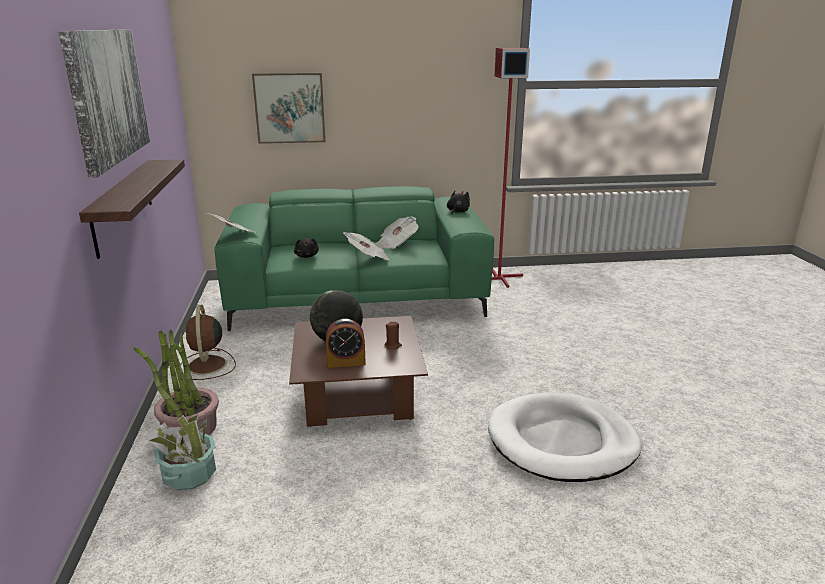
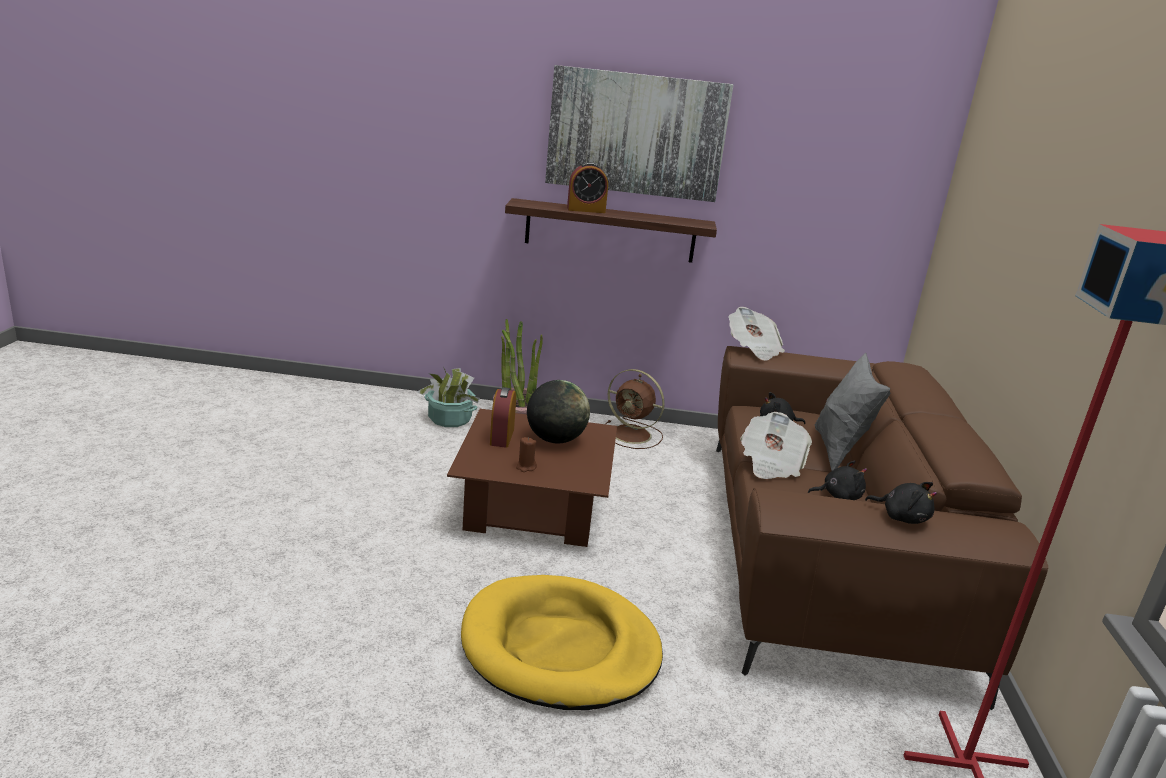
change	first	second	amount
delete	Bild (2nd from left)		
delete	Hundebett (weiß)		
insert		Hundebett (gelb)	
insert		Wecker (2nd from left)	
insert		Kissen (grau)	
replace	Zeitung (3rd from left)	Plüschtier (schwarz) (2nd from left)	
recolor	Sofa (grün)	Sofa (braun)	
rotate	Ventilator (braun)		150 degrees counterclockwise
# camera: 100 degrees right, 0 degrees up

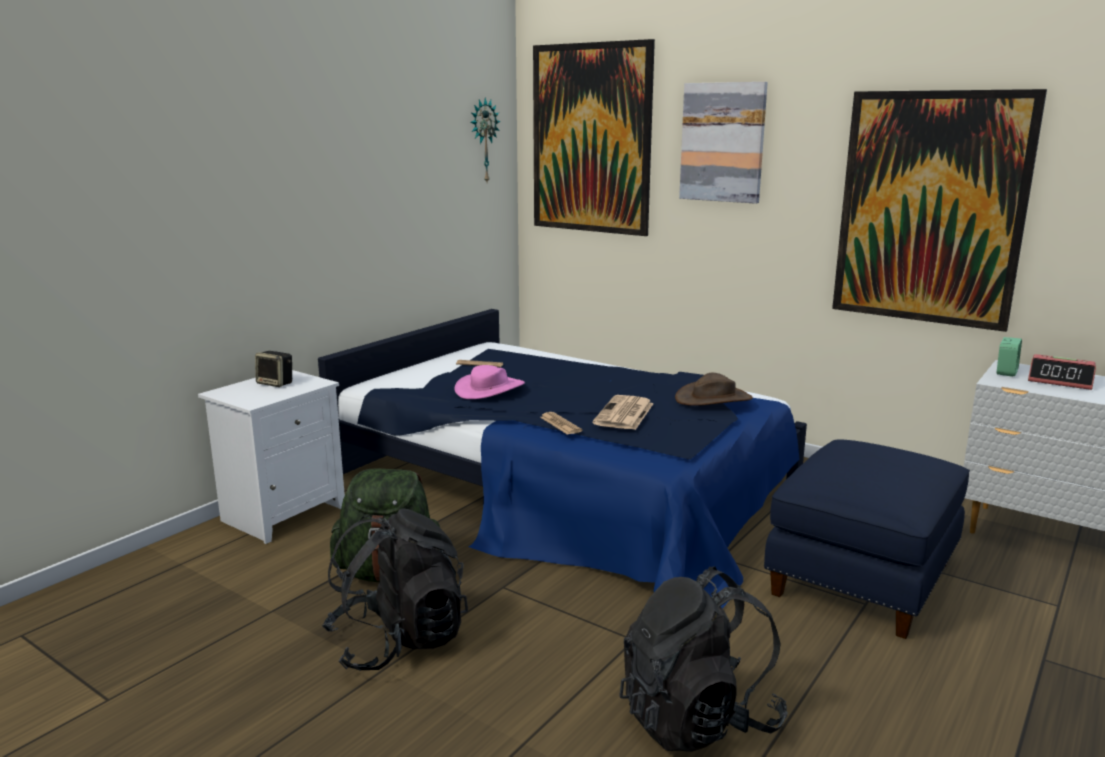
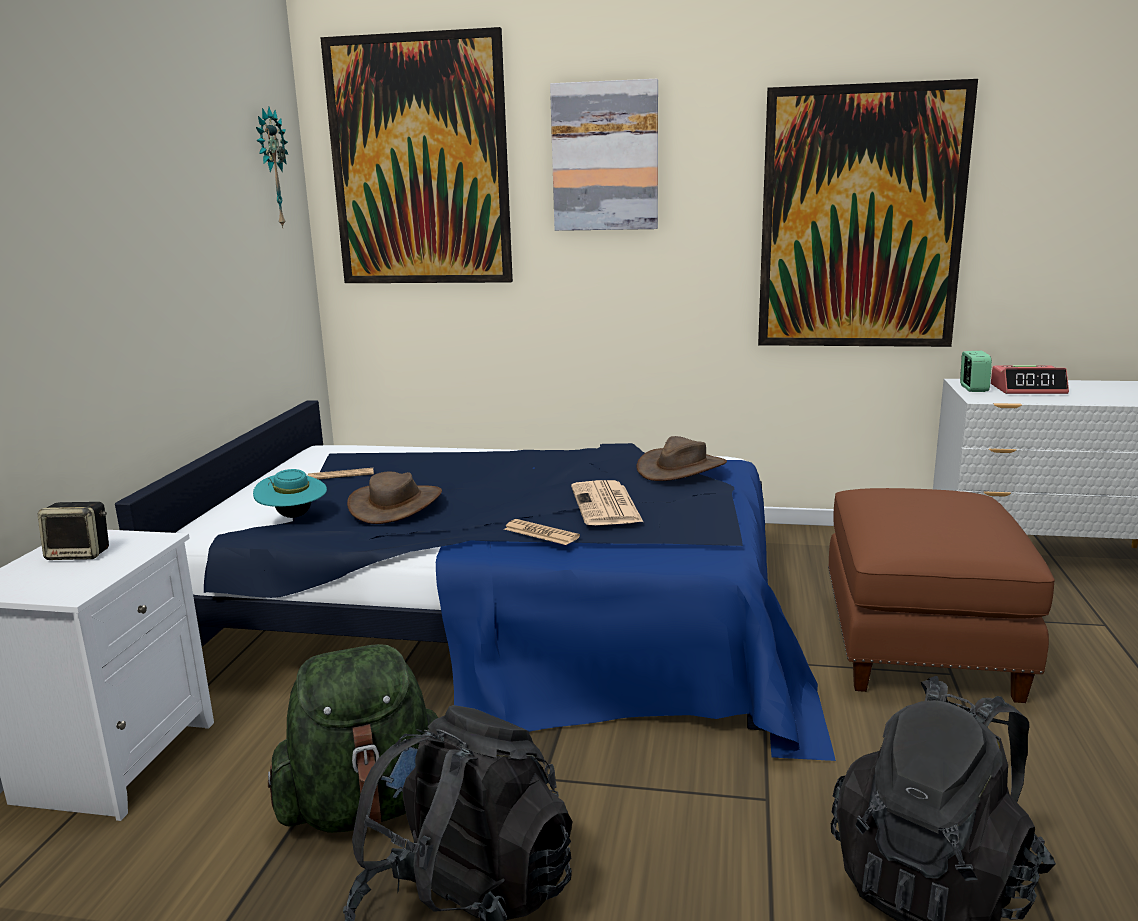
change	first	second	amount
insert		Hut (türkis)	
recolor	Hut (rosa)	Hut (braun) (1st from left)	
recolor	Polsterhocker (blau)	Polsterhocker (braun)	
# camera: 25 degrees left, 0 degrees up

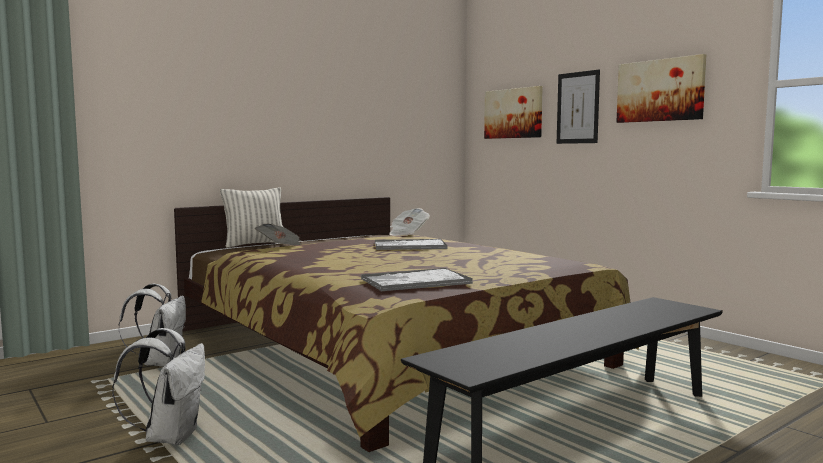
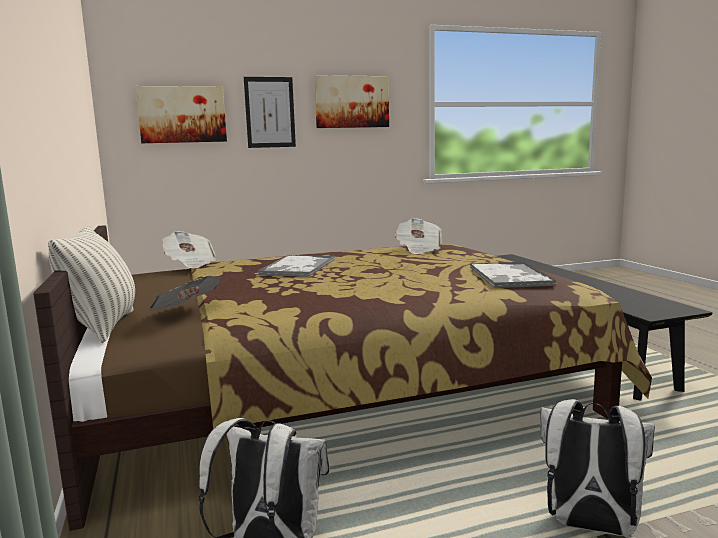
change	first	second	amount
insert		Zeitung (3rd from left)	
# camera: 70 degrees left, 5 degrees up

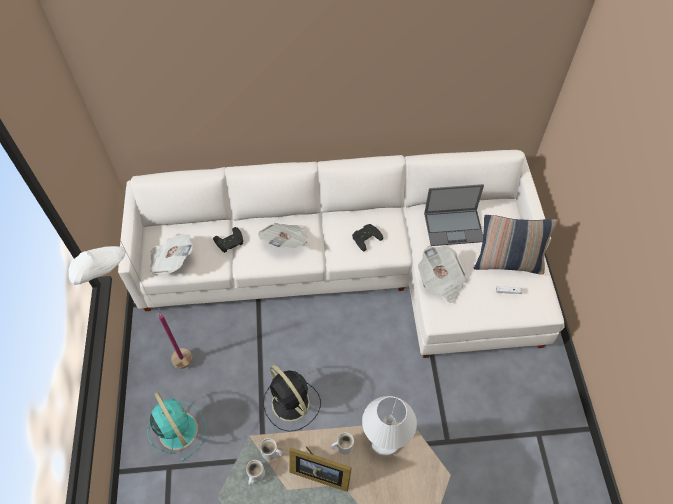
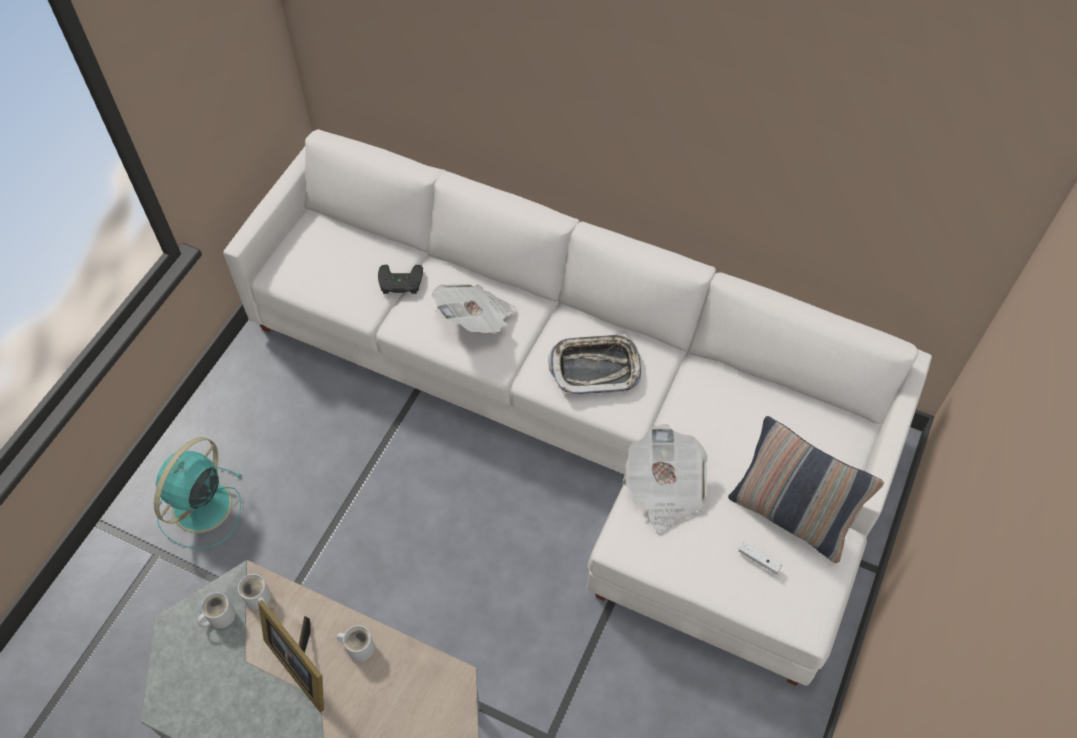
change	first	second	amount
delete	Stehlampe (weiß)		
delete	Zeitung (1st from left)		
delete	Ventilator (schwarz)		
delete	Tischlampe (weiß)		
delete	Laptop		
replace	Gamepad (schwarz) (2nd from left)	Tablett	
rotate	Ventilator (türkis)		150 degrees counterclockwise
# camera: 30 degrees right, 0 degrees up

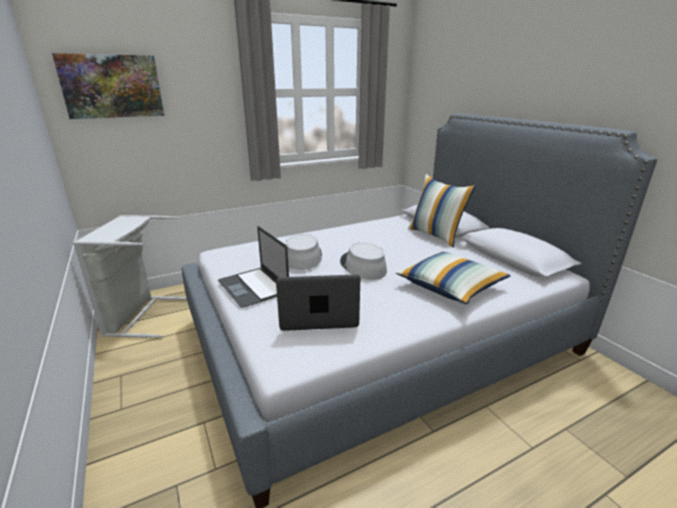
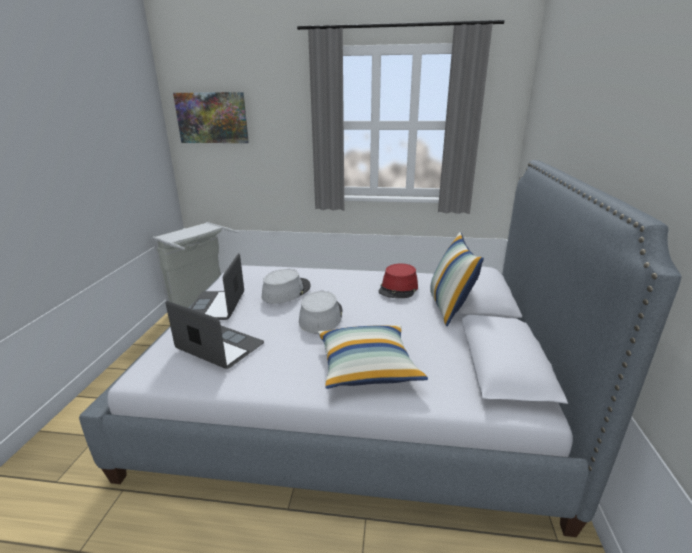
change	first	second	amount
insert		Hut (rot)	
# camera: 35 degrees right, 0 degrees up

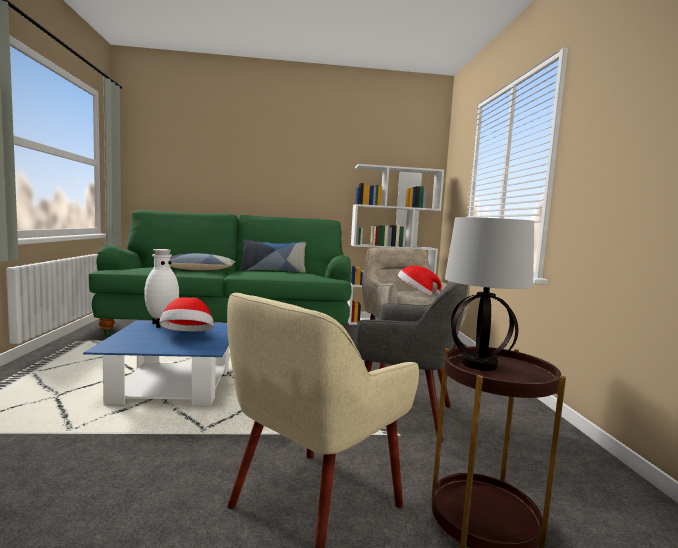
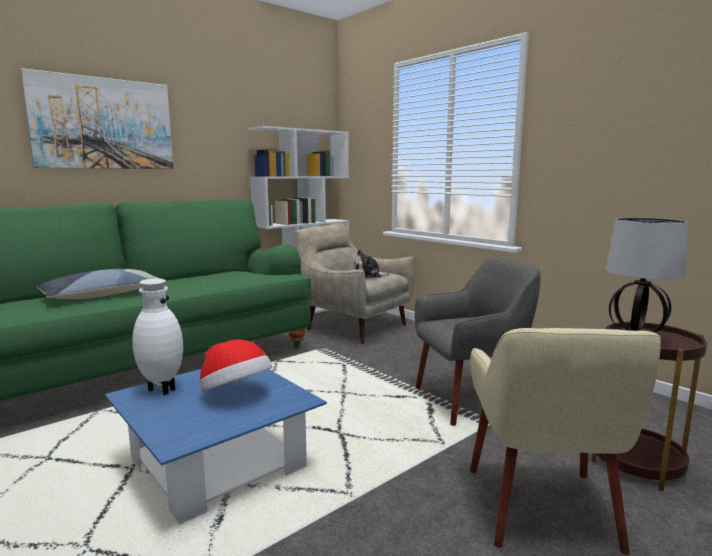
change	first	second	amount
delete	Kissen (2nd from left)		
insert		Bild	
replace	Hut (2nd from left)	Plüschtier	
# camera: 35 degrees left, 5 degrees up

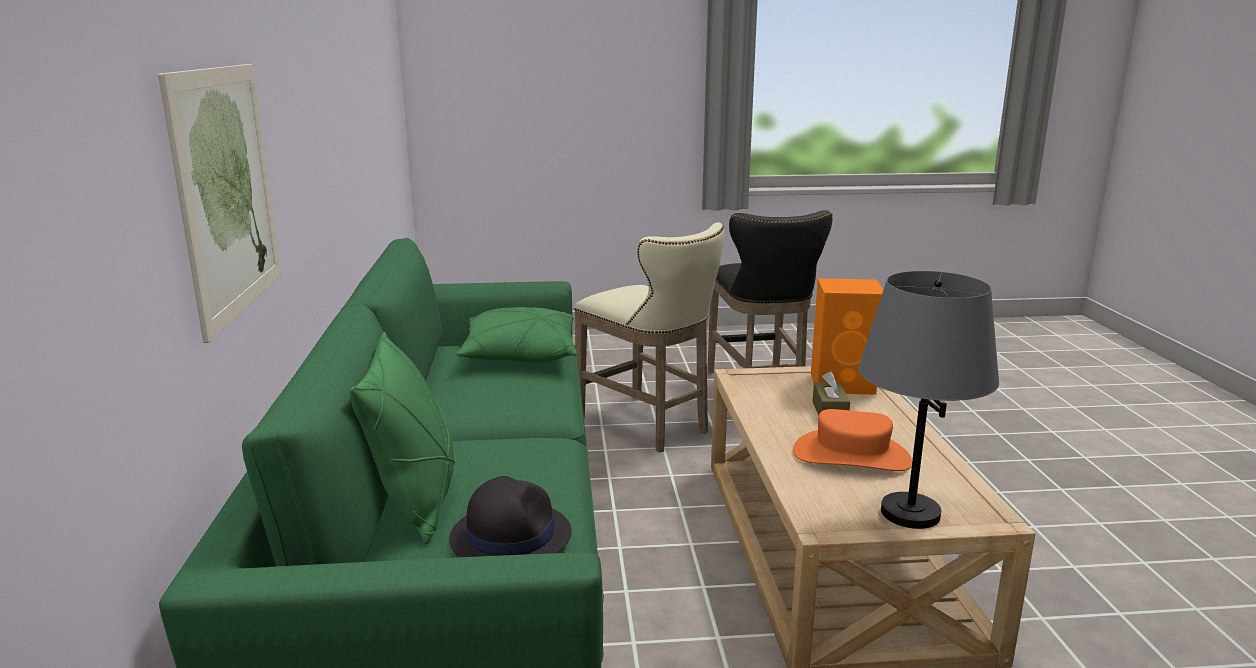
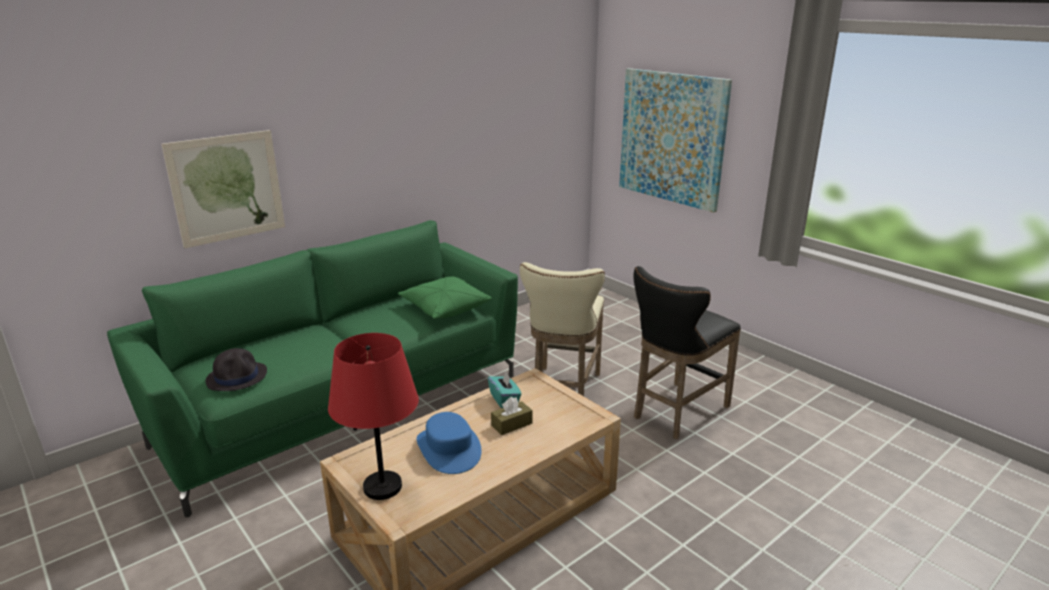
change	first	second	amount
delete	Kissen (grün) (1st from left)		
delete	Lautsprecher (orange)		
insert		Taschentuchbox (türkis)	
insert		Bild (2nd from left)	
recolor	Hut (orange)	Hut (blau)	
recolor	Tischlampe (grau)	Tischlampe (rot)	
# camera: 55 degrees right, 5 degrees up

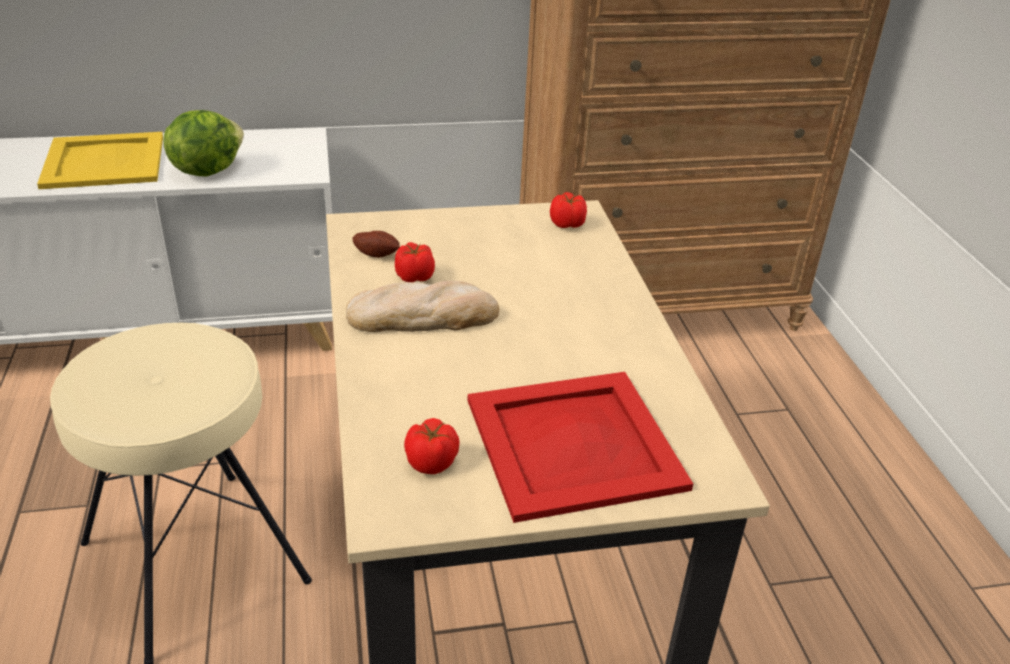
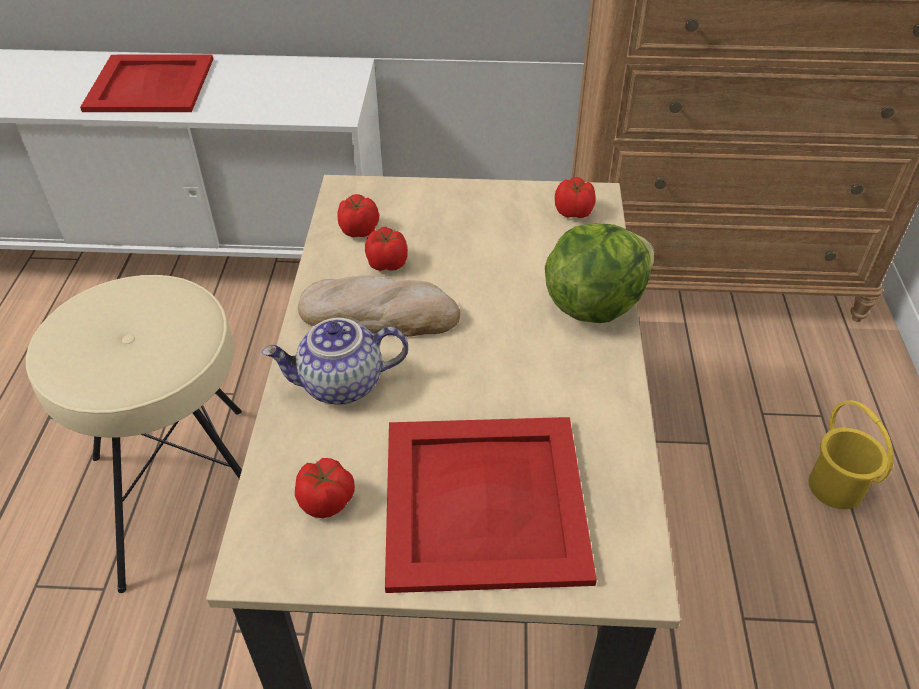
change	first	second	amount
insert		Teekanne	
insert		Eimer (gelb)	
move	Salatkopf		
replace	Kartoffel	Tomate (2nd from left)	
recolor	Tablett (gelb)	Tablett (rot) (1st from left)	
# camera: 15 degrees right, 10 degrees up

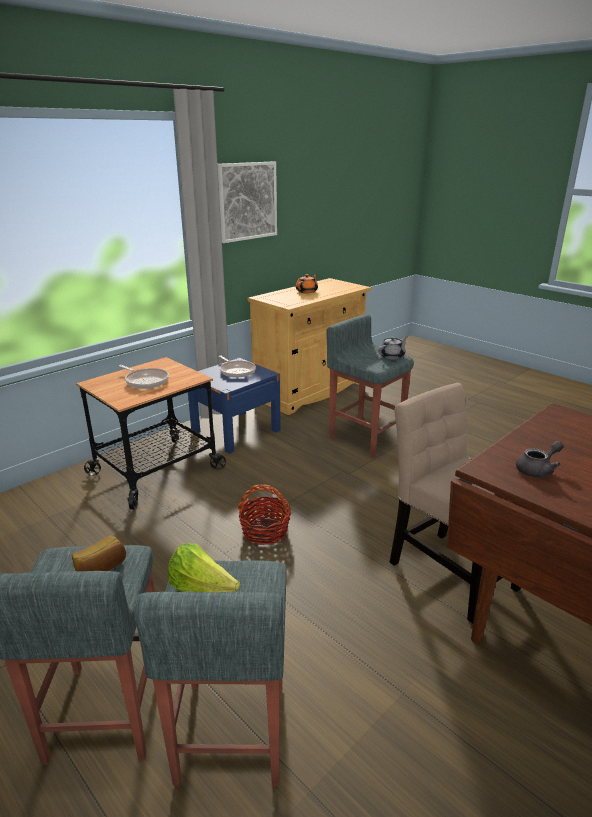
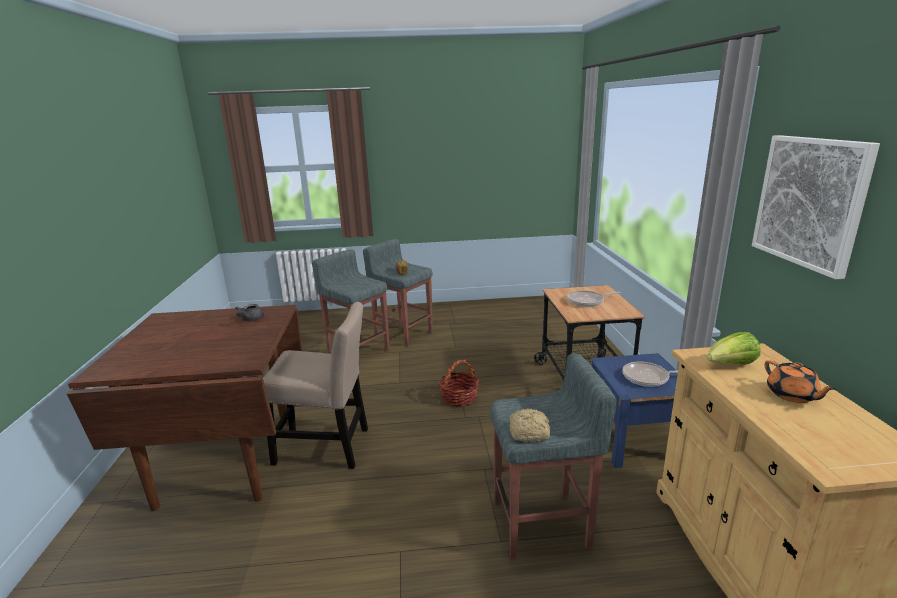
change	first	second	amount
move	Salatkopf		
replace	Teekanne (grau) (1st from left)	Brot (2nd from left)	
# camera: 130 degrees right, 5 degrees down

